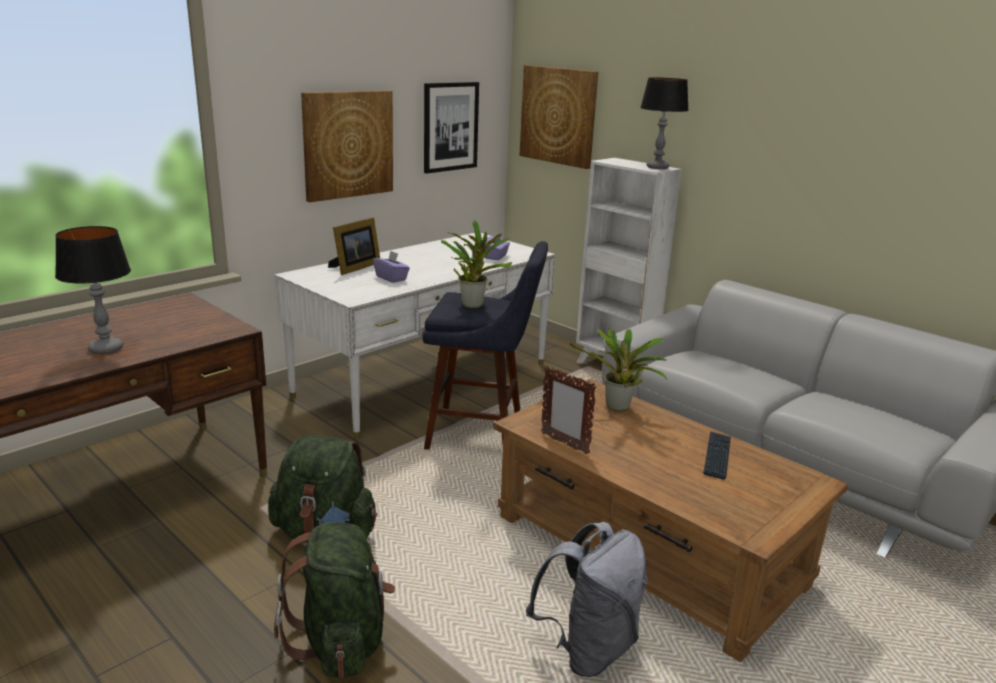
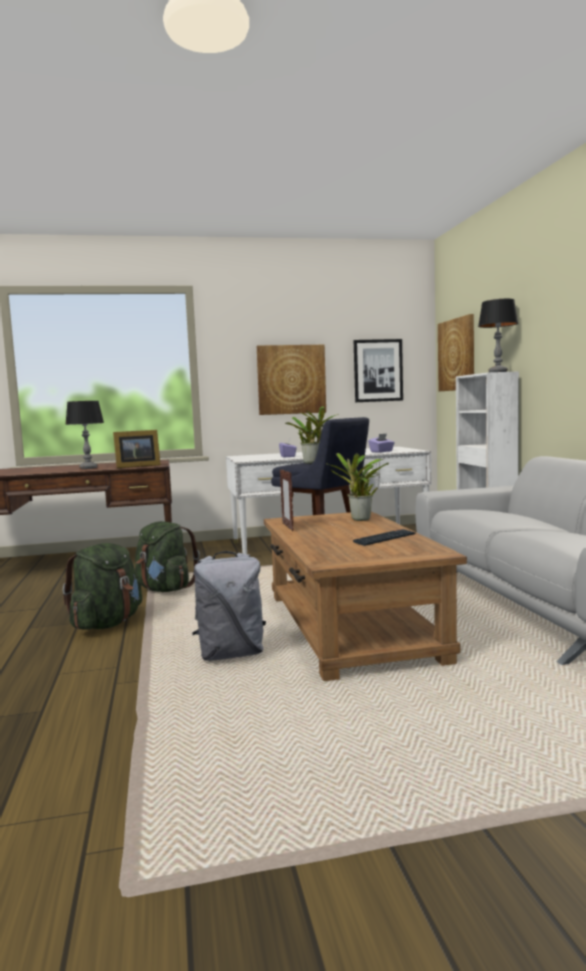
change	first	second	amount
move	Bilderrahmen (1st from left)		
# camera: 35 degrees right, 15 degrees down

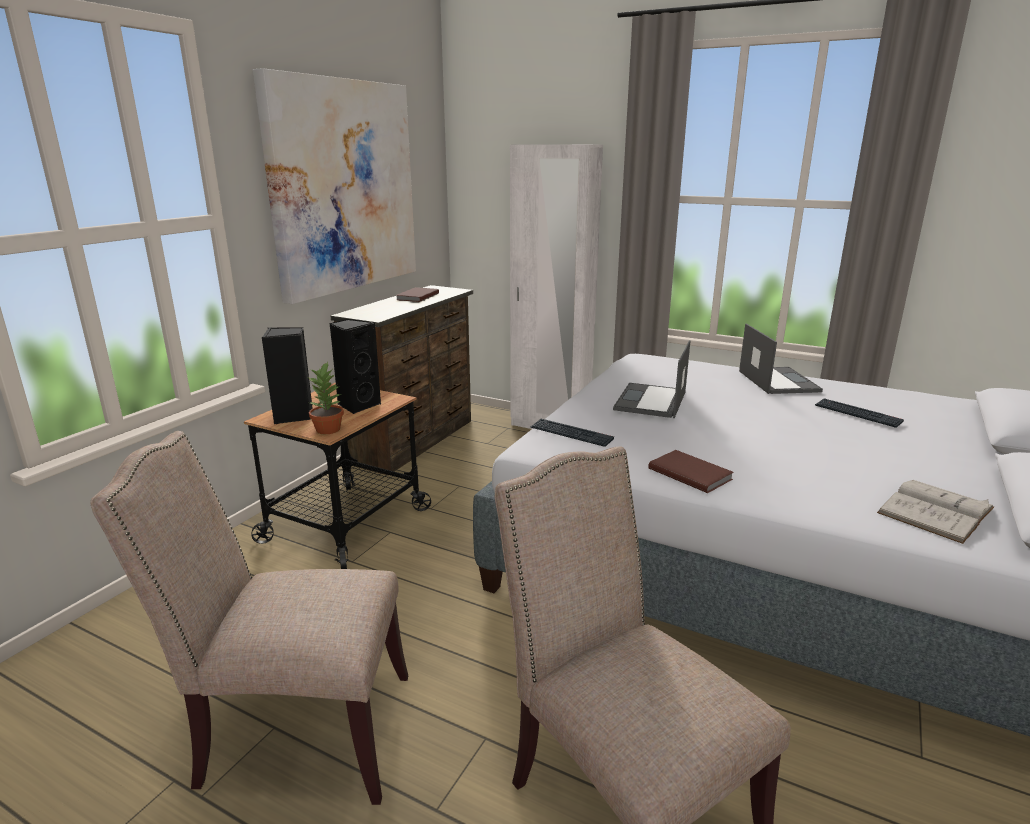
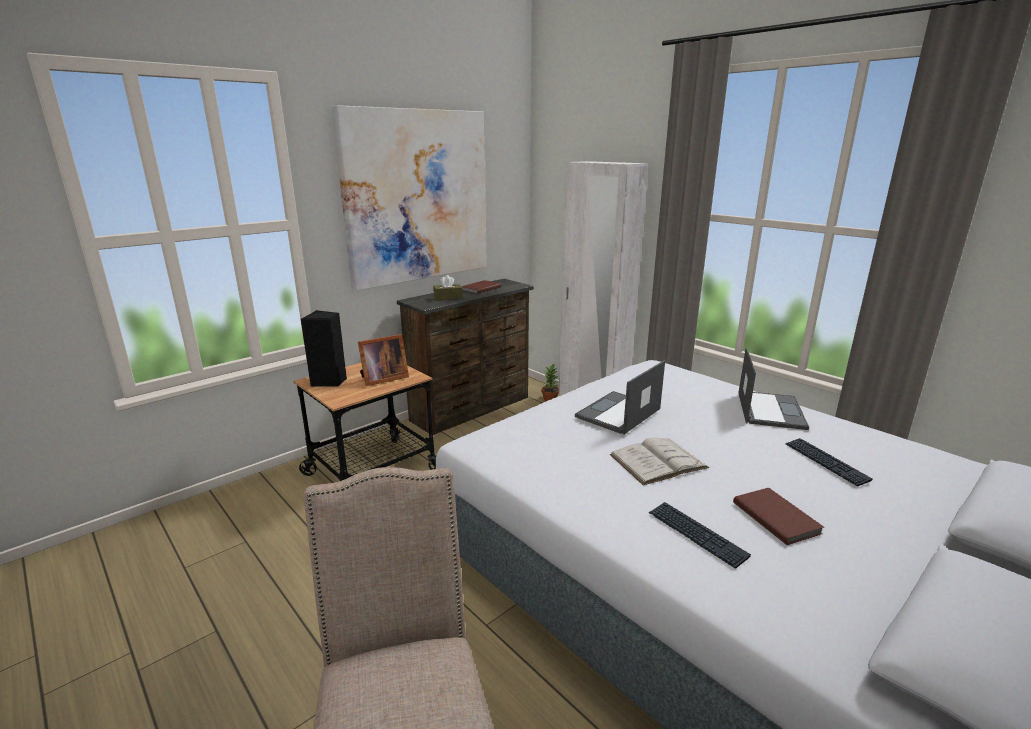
change	first	second	amount
delete	Stuhl (beige) (1st from left)		
insert		Taschentuchbox (braun)	
move	Topfpflanze		
move	Tastatur (1st from left)		
move	Buch (braun) (2nd from left)		
move	Buch (weiß)		
replace	Lautsprecher (schwarz) (2nd from left)	Bilderrahmen	
# camera: 20 degrees right, 0 degrees up

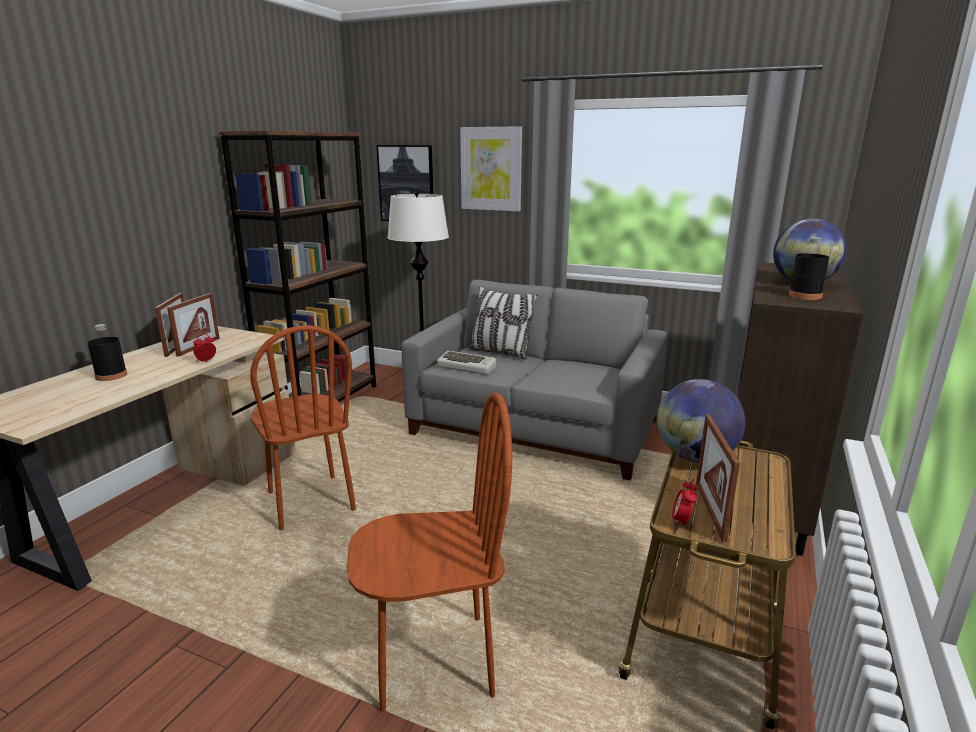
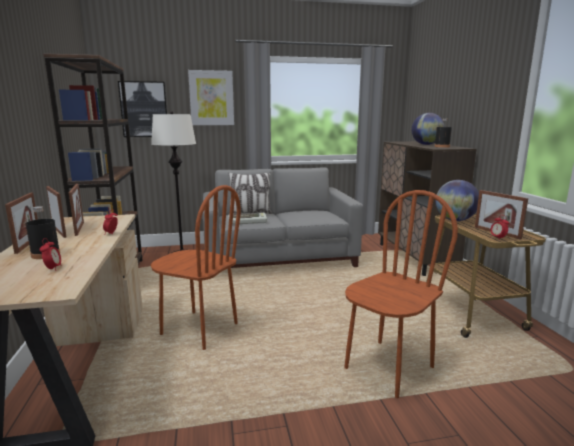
change	first	second	amount
insert		Bilderrahmen (1st from left)	
insert		Wecker (1st from left)	
# camera: 35 degrees left, 5 degrees down

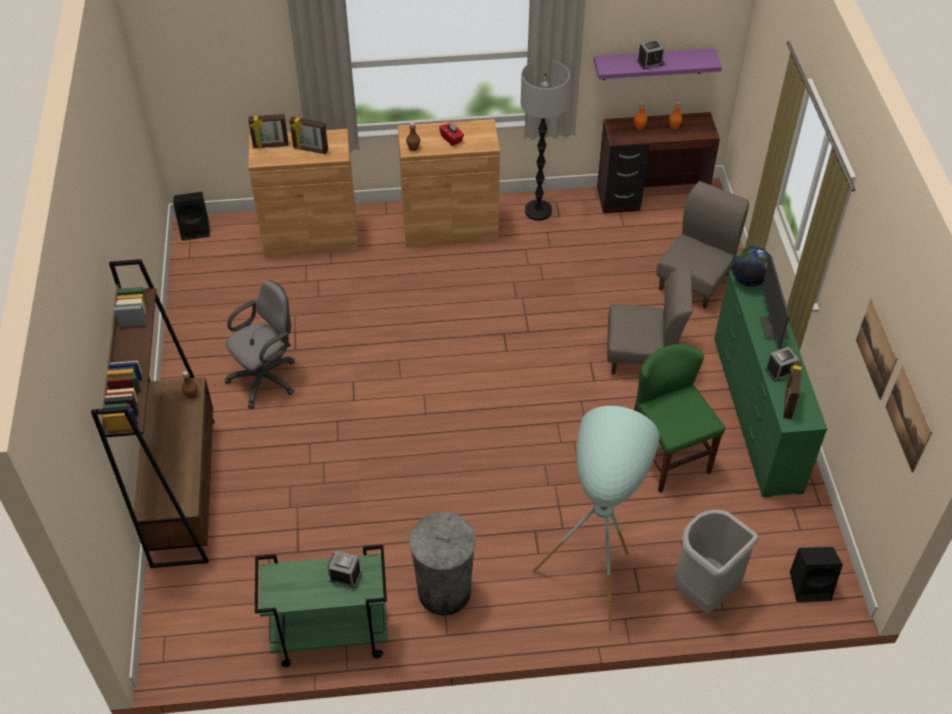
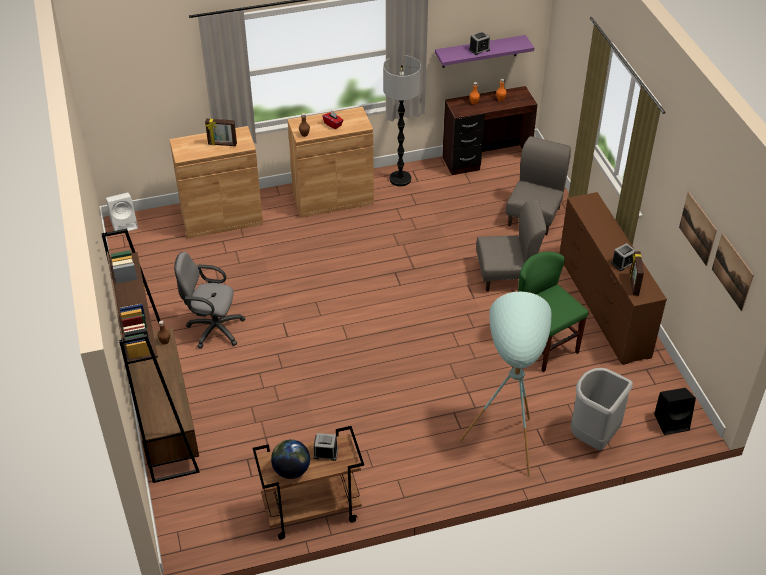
change	first	second	amount
delete	Bilderrahmen (1st from left)		
delete	Mülleimer (grau) (1st from left)		
delete	Monitor		
move	Globus		
recolor	Lautsprecher (schwarz) (1st from left)	Lautsprecher (weiß)	
recolor	Rollwagen (grün)	Rollwagen (braun)	
recolor	Kommode (grün)	Kommode (braun)	
rotate	Bürostuhl (grau)		120 degrees counterclockwise
# camera: 10 degrees left, 5 degrees down

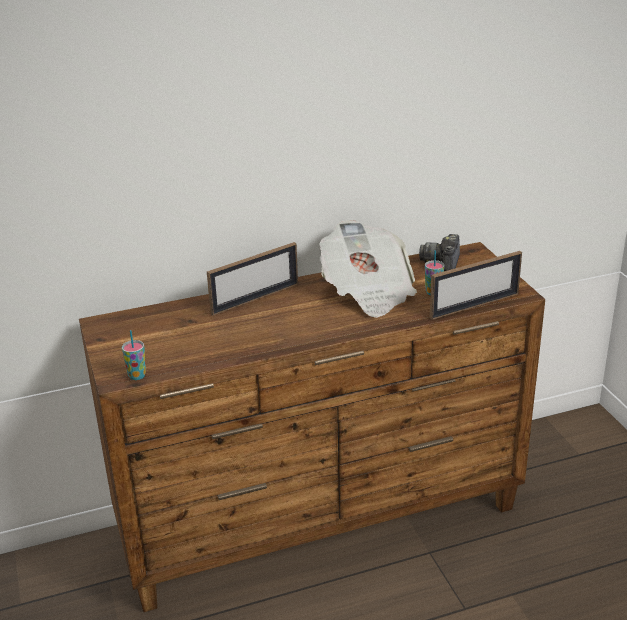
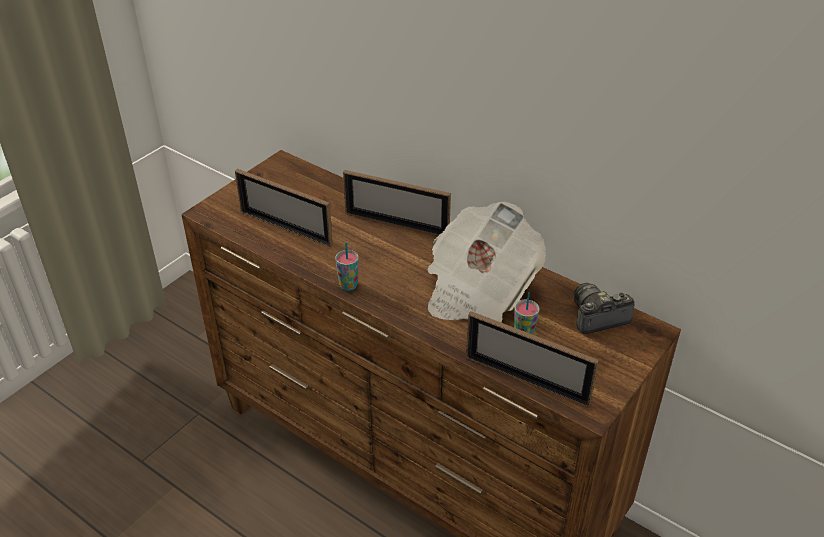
change	first	second	amount
insert		Bilderrahmen (1st from left)	
move	Tasse (1st from left)		
# camera: 55 degrees right, 10 degrees up

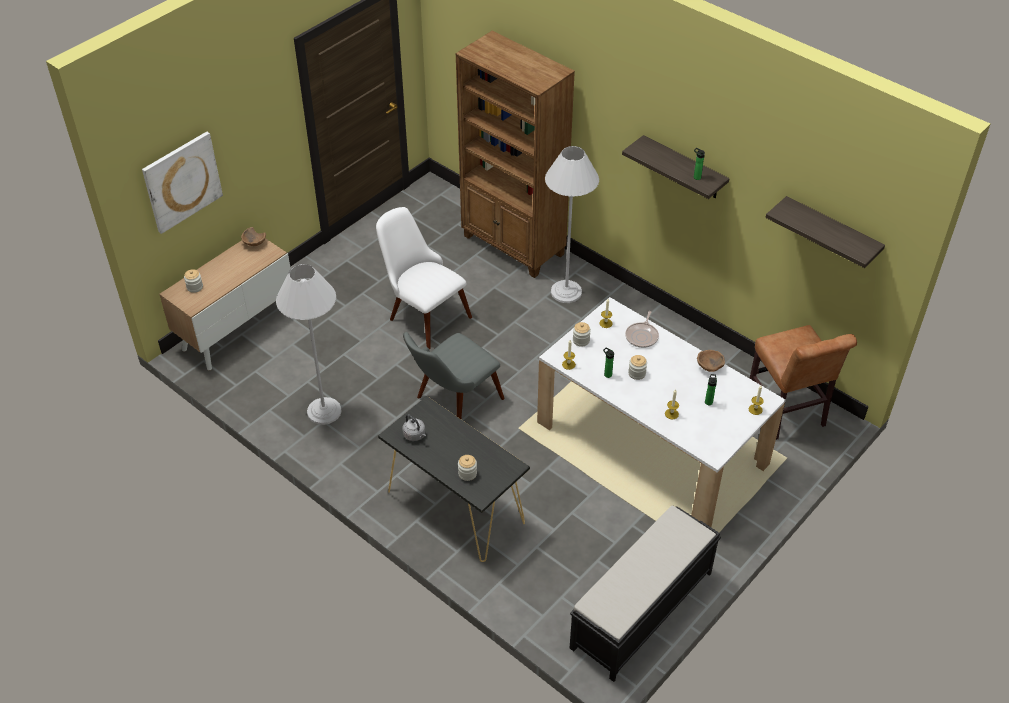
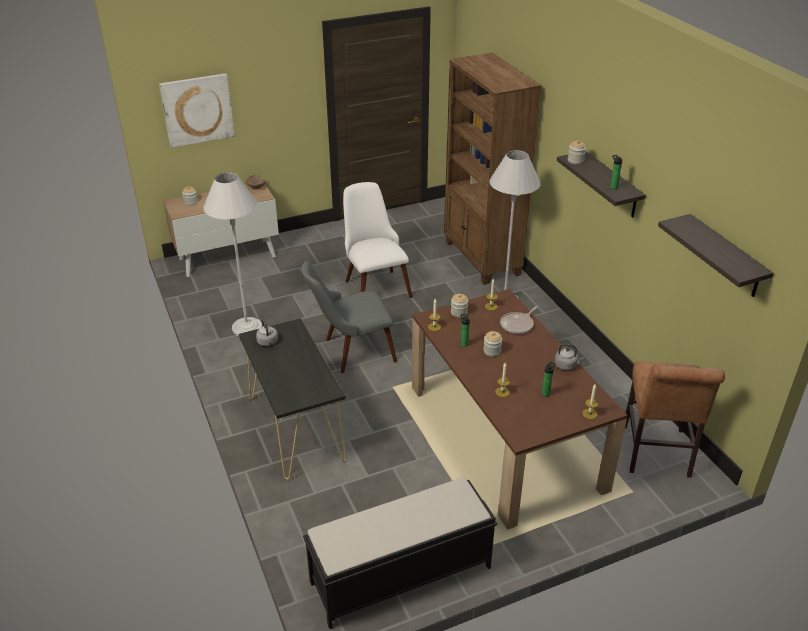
change	first	second	amount
move	Vorratsglas (2nd from left in the first image)	Vorratsglas (4th from left)	
replace	Schüssel (braun) (2nd from left)	Wasserkessel (grau) (2nd from left)	
recolor	Esstisch (weiß)	Esstisch (braun)	
# camera: 25 degrees right, 10 degrees down

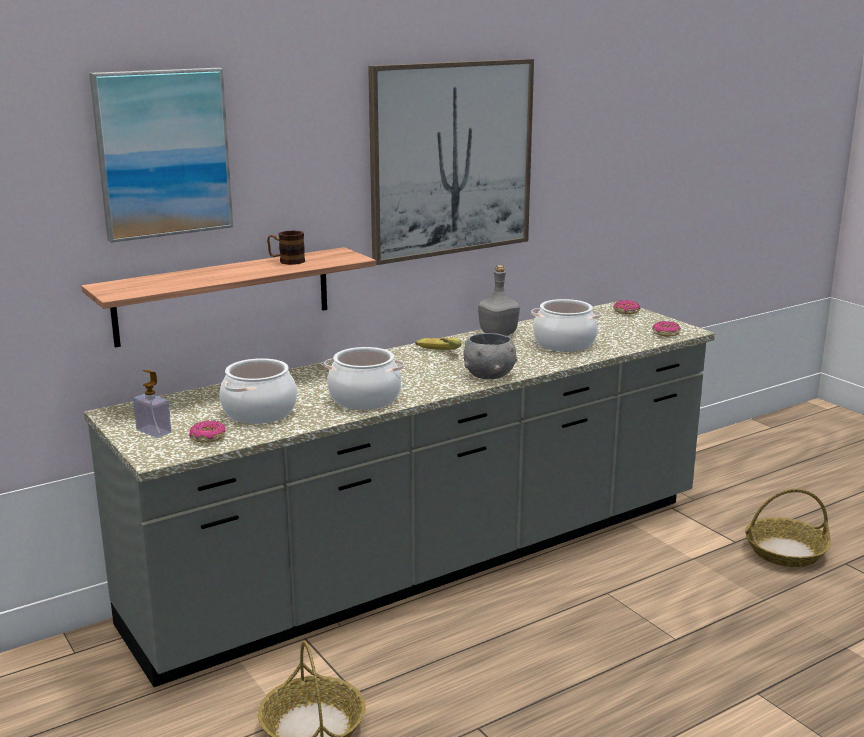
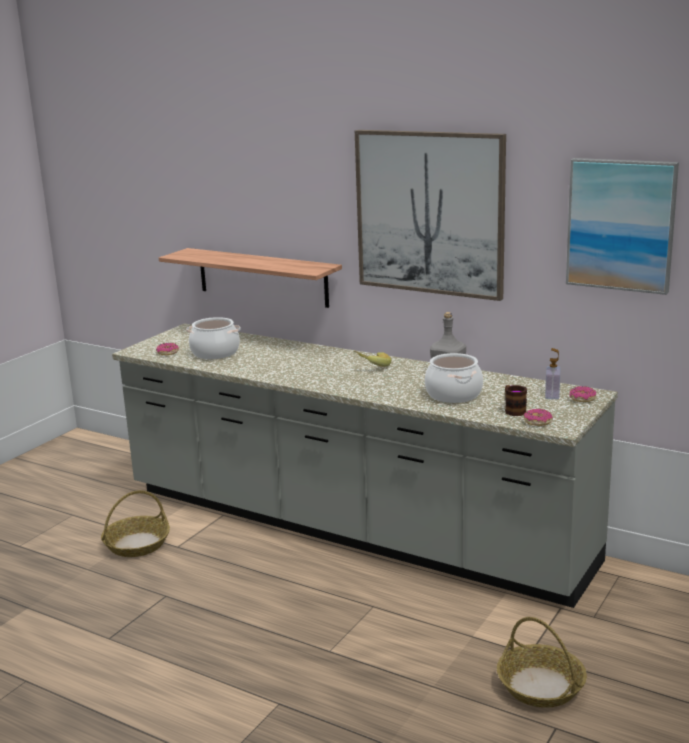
change	first	second	amount
delete	Kochtopf (2nd from left)		
delete	Schüssel (grau)		
move	Bild (1st from left in the first image)	Bild (2nd from left)	
move	Seifenspender		
move	Henkelbecher		
# camera: 65 degrees right, 0 degrees up

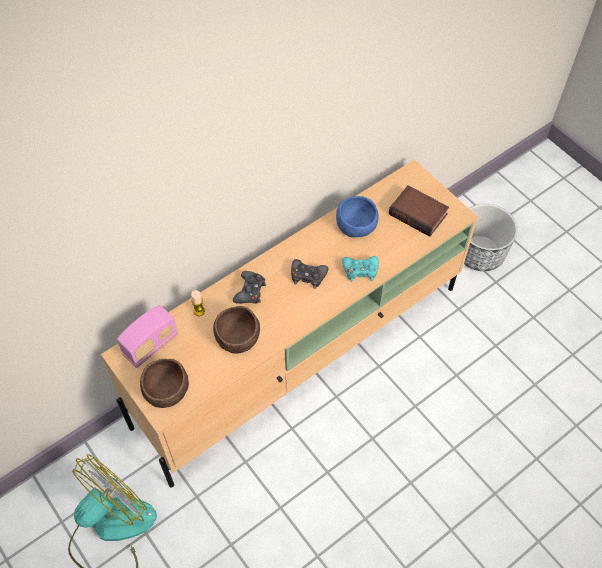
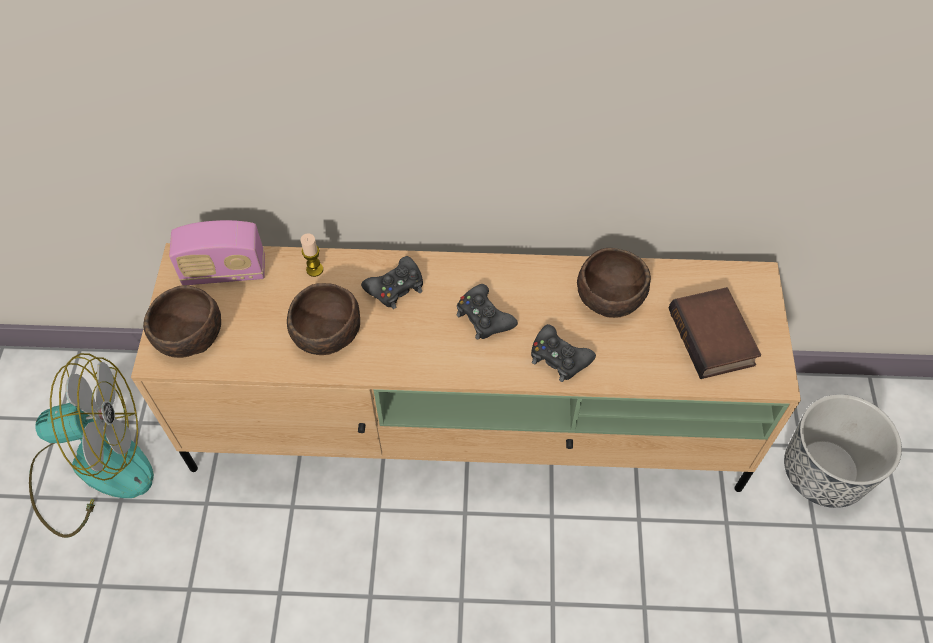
change	first	second	amount
recolor	Schüssel (blau)	Schüssel (braun) (3rd from left)	
recolor	Gamepad (türkis)	Gamepad (schwarz) (3rd from left)	
# camera: 40 degrees right, 0 degrees up

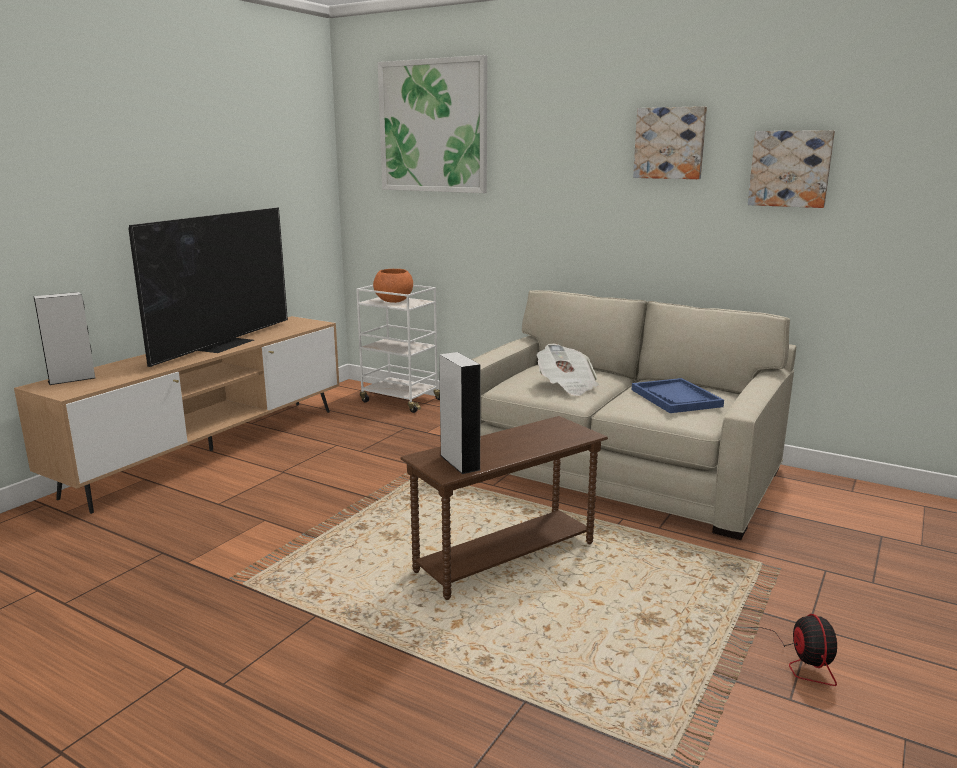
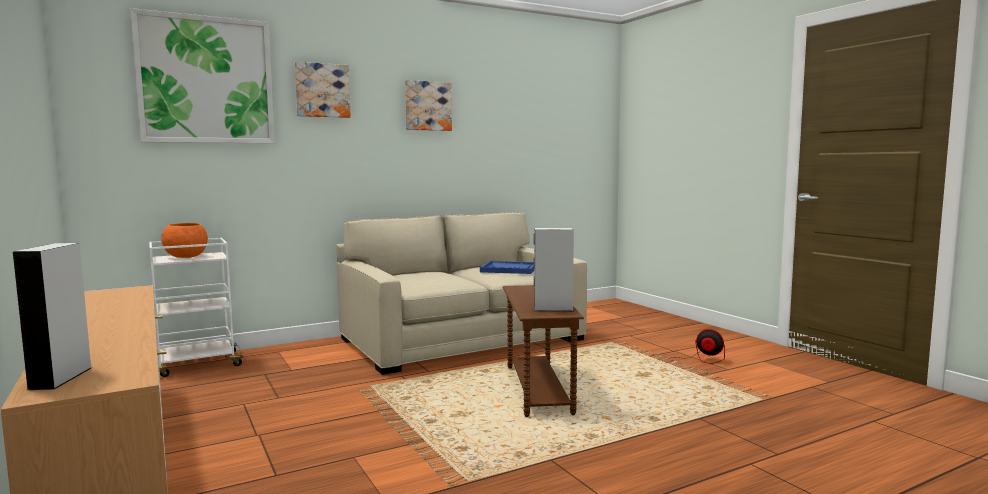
change	first	second	amount
delete	Fernseher		
delete	Zeitung		
move	Bild (3rd from left in the first image)	Bild (2nd from left)	
# camera: 60 degrees left, 10 degrees down

